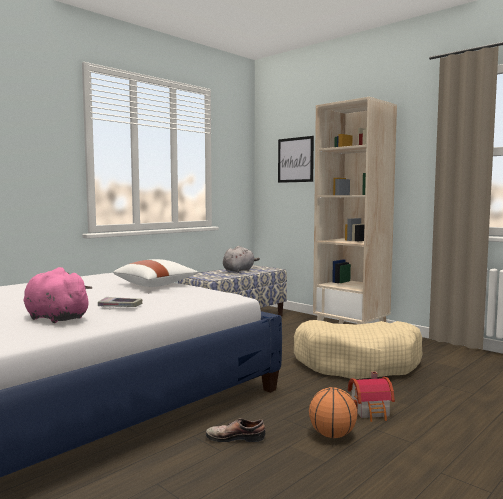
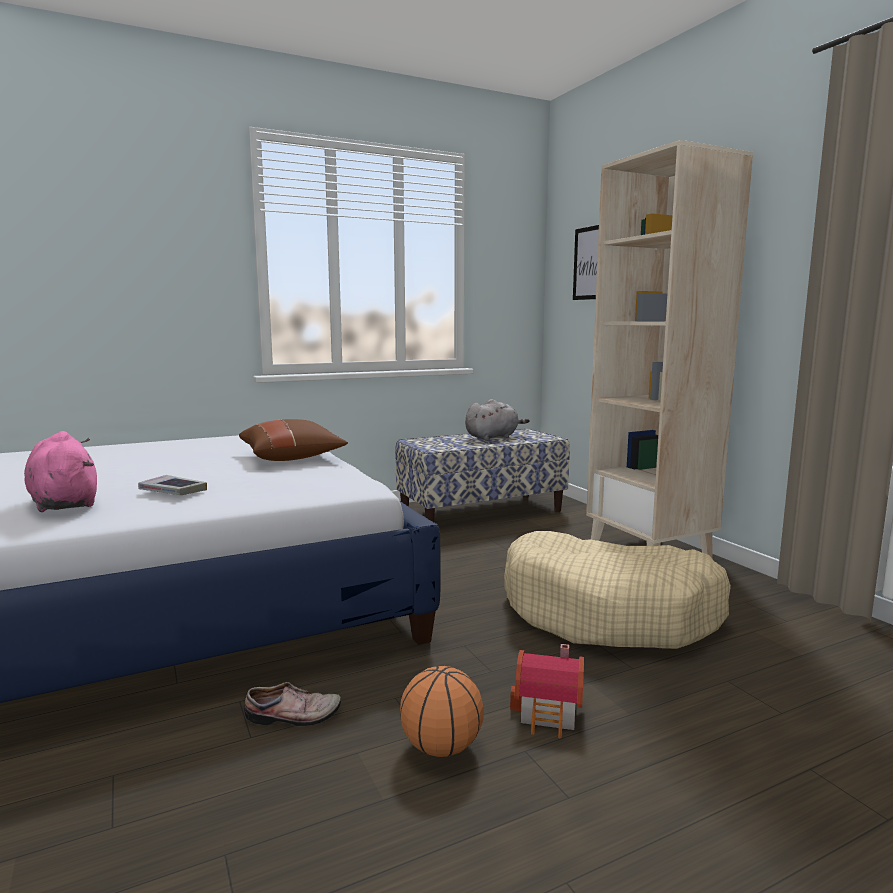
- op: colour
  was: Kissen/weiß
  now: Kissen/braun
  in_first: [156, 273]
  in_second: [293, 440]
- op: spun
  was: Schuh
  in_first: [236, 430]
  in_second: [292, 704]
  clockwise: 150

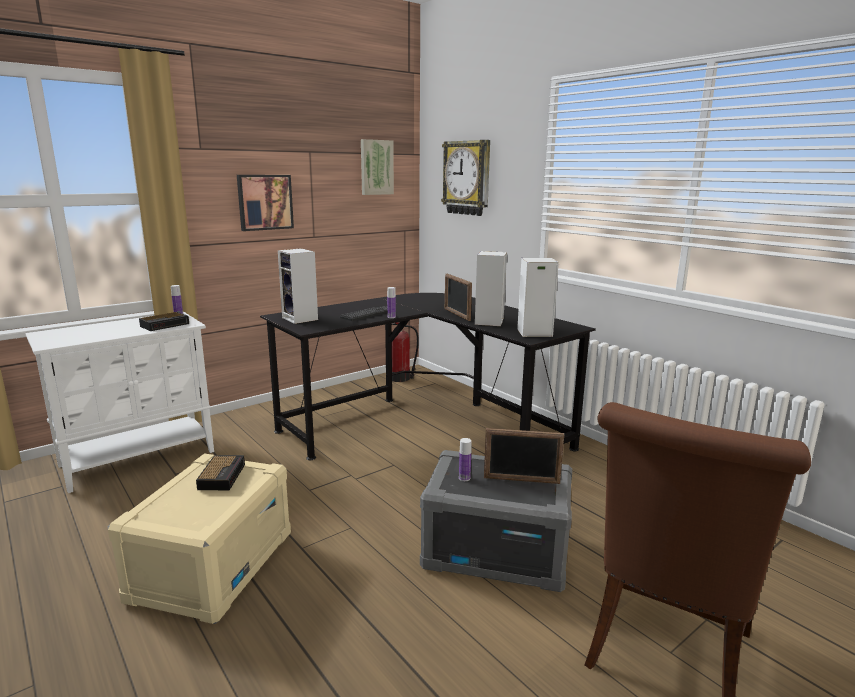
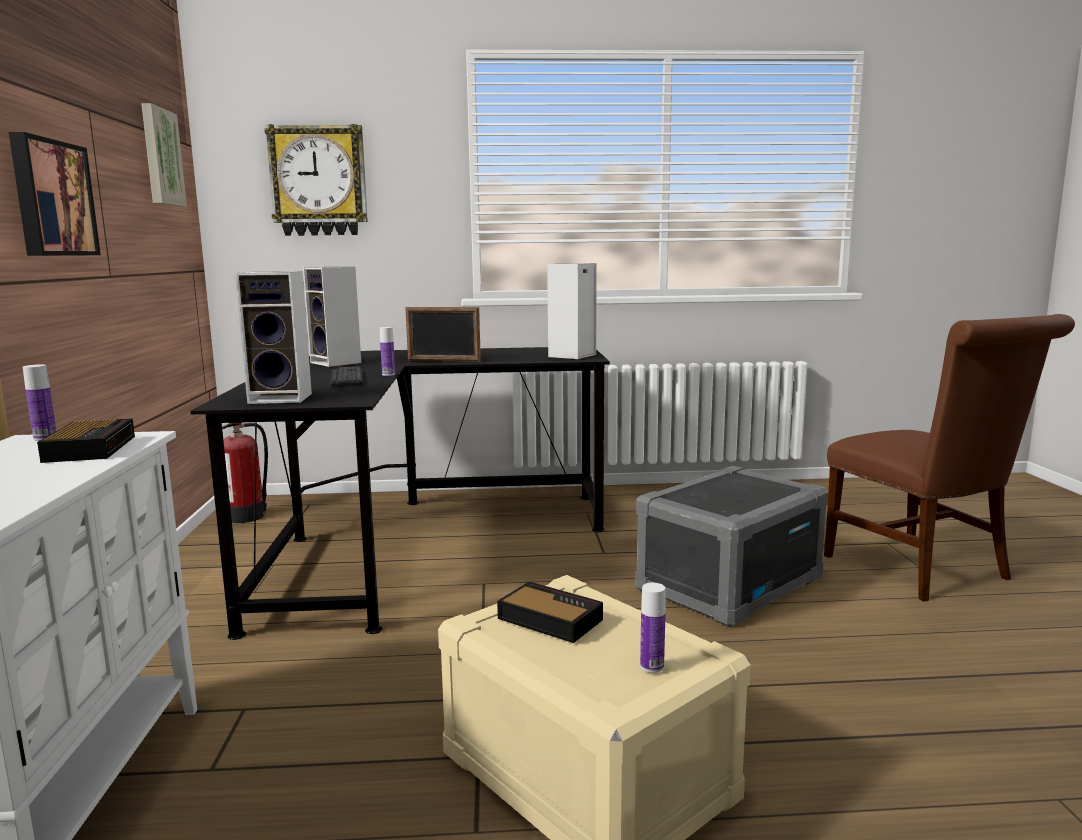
- op: relocated
  was: Lautsprecher
  in_first: [491, 288]
  in_second: [332, 317]
- op: relocated
  was: Flasche
  in_first: [465, 459]
  in_second: [653, 628]
- op: missing
  was: Bilderrahmen
  in_first: [524, 456]

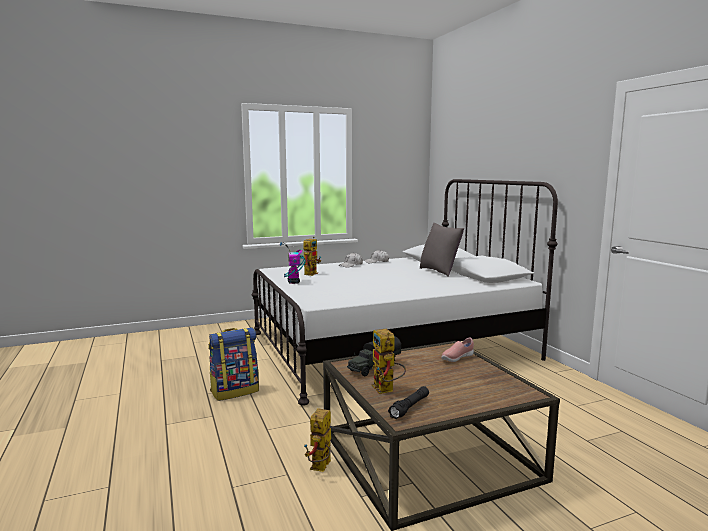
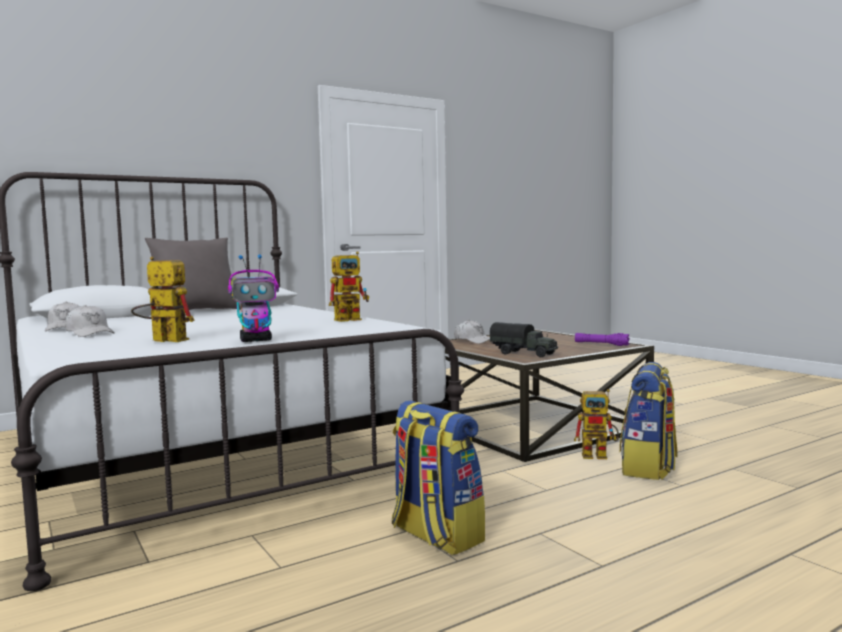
- op: relocated
  was: Spielzeugroboter
  in_first: [388, 361]
  in_second: [349, 286]
- op: exchanged
  was: Schuh/rosa
  now: Kappe/weiß
  in_first: [457, 350]
  in_second: [472, 332]
- op: colour
  was: Taschenlampe/schwarz
  now: Taschenlampe/lila
  in_first: [408, 402]
  in_second: [602, 339]
- op: appeared
  now: Rucksack
  in_second: [648, 421]

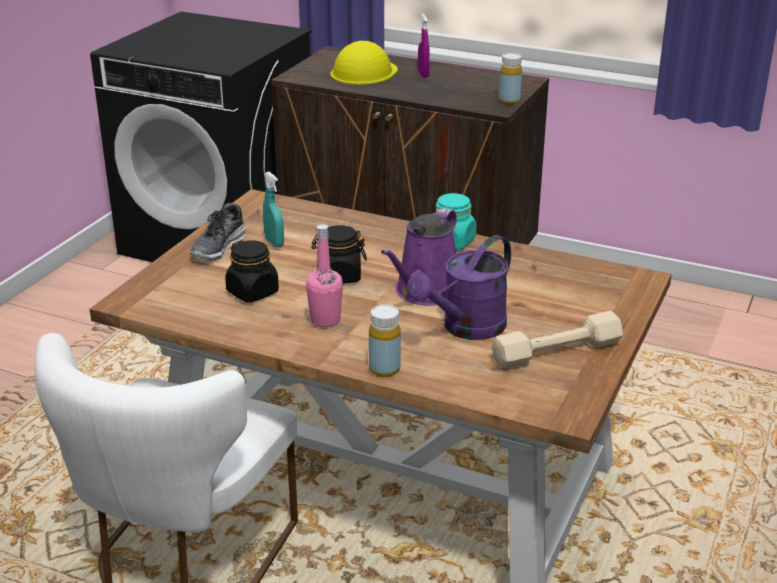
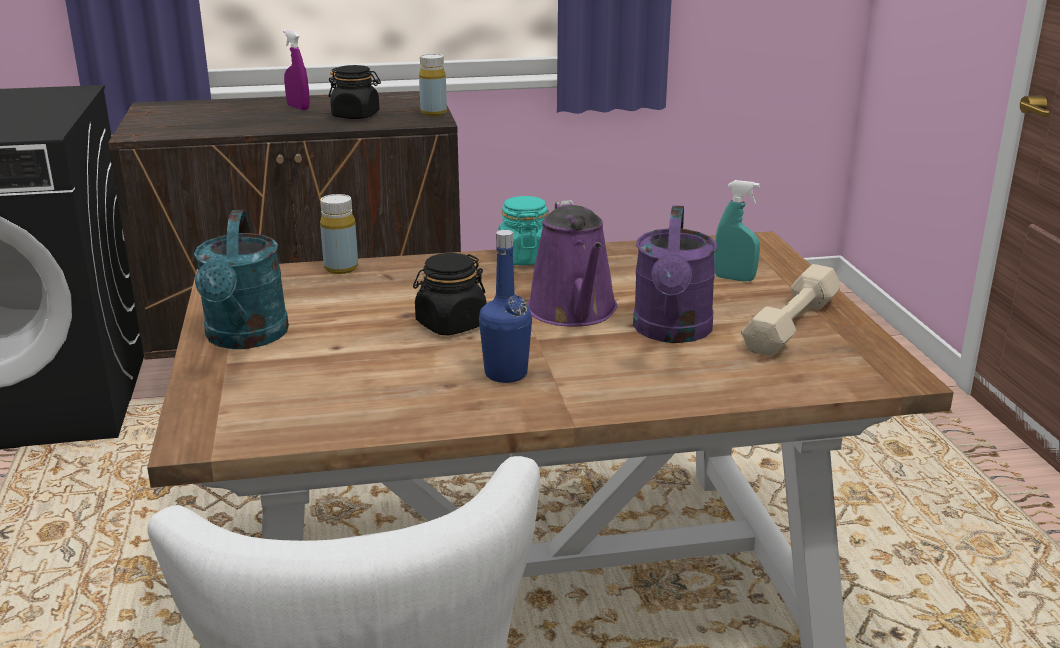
- op: exchanged
  was: Schuh
  now: Gießkanne/türkis
  in_first: [218, 232]
  in_second: [241, 279]
- op: relocated
  was: Flasche/gelb
  in_first: [385, 340]
  in_second: [339, 234]
- op: relocated
  was: Vorratsglas/schwarz
  in_first: [252, 271]
  in_second: [354, 92]
- op: colour
  was: Flasche/rosa
  now: Flasche/blau
  in_first: [324, 275]
  in_second: [505, 306]
- op: relocated
  was: Sprühflasche/türkis
  in_first: [273, 209]
  in_second: [737, 231]
- op: missing
  was: Schutzhelm/gelb
  in_first: [364, 63]

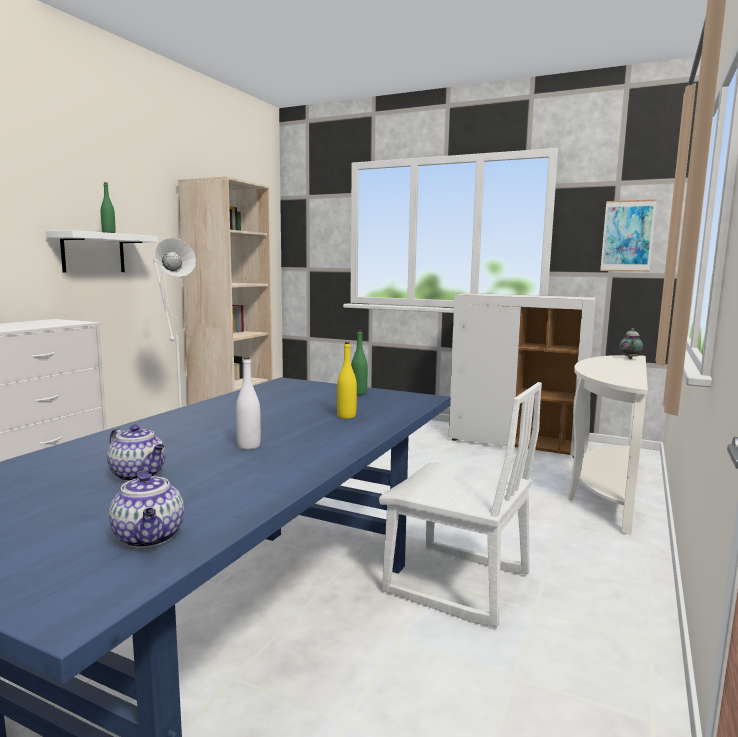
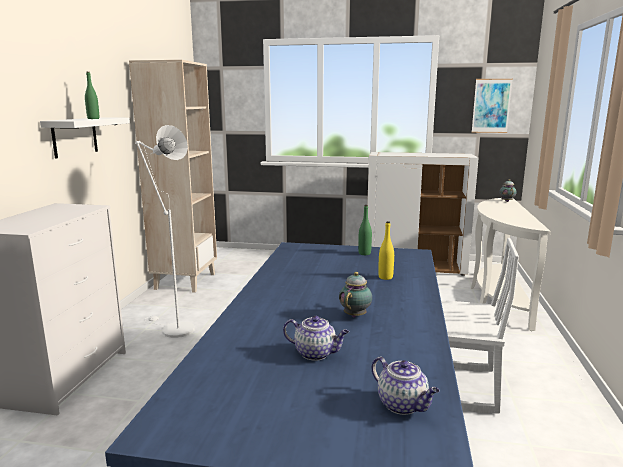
- op: exchanged
  was: Flasche/weiß
  now: Teekanne
  in_first: [248, 403]
  in_second: [355, 294]

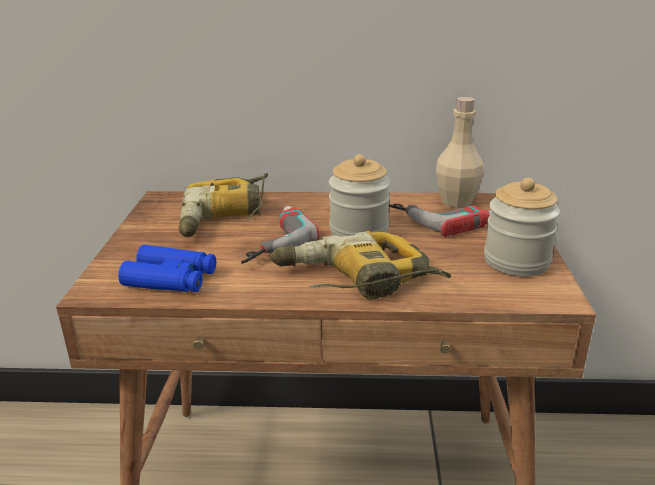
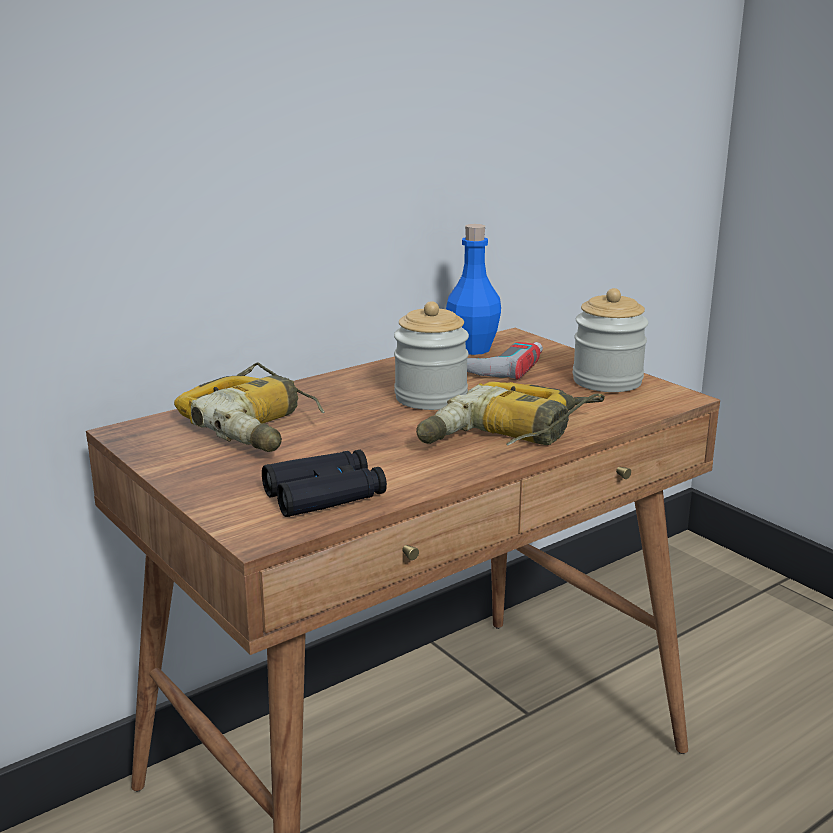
- op: colour
  was: Fernglas/blau
  now: Fernglas/schwarz
  in_first: [167, 268]
  in_second: [324, 483]
- op: colour
  was: Flasche/beige
  now: Flasche/blau
  in_first: [460, 152]
  in_second: [473, 289]
- op: missing
  was: Bohrmaschine
  in_first: [280, 235]

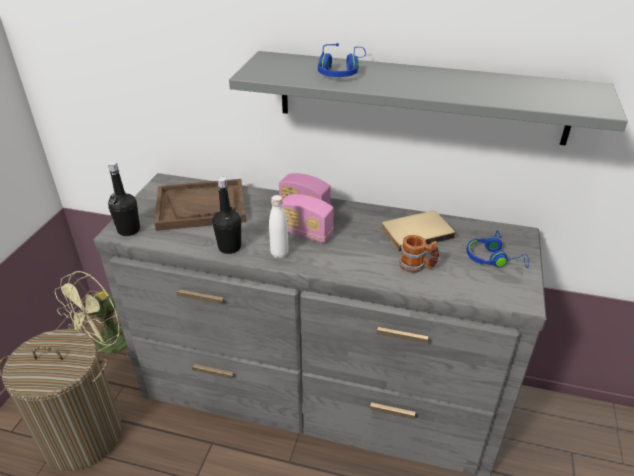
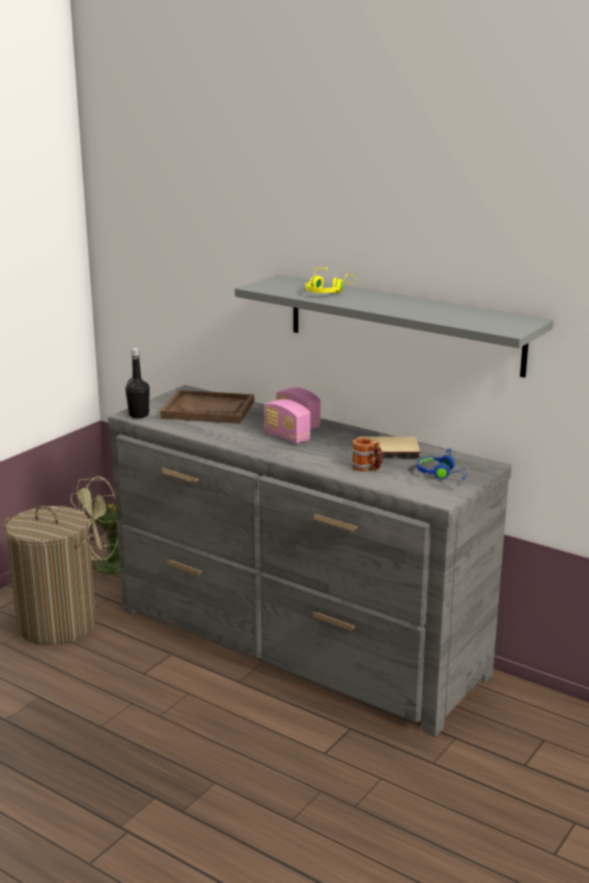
- op: colour
  was: Kopfhörer/blau
  now: Kopfhörer/gelb
  in_first: [342, 60]
  in_second: [330, 280]
- op: missing
  was: Flasche/schwarz
  in_first: [226, 215]
- op: missing
  was: Flasche/weiß
  in_first: [279, 227]

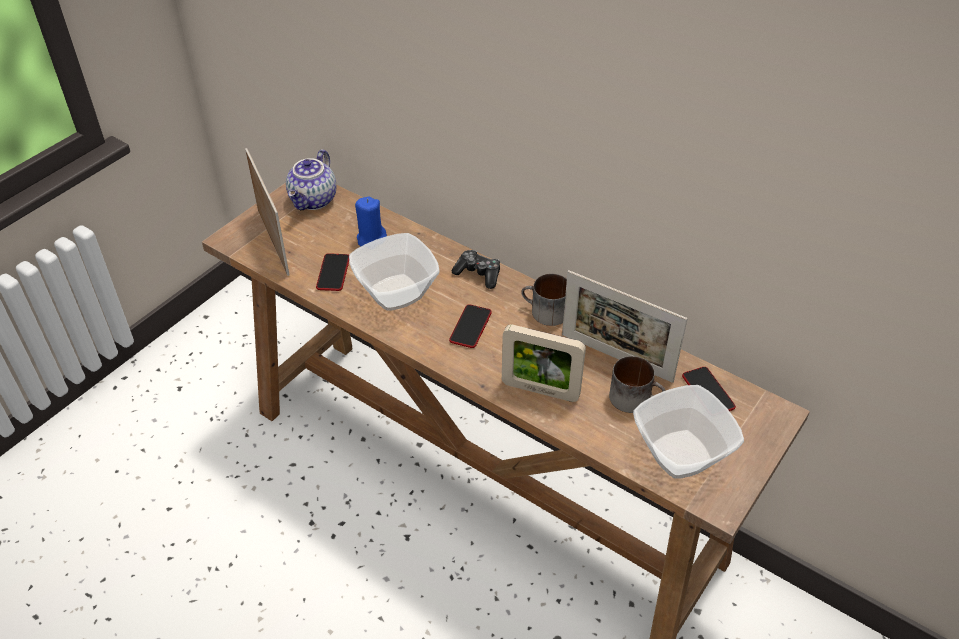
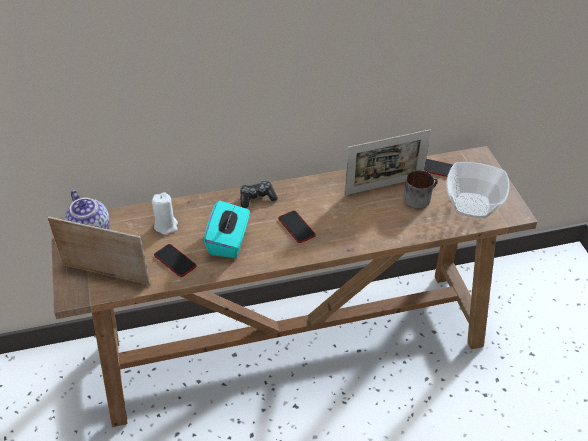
- op: colour
  was: Kerze/blau
  now: Kerze/weiß
  in_first: [371, 221]
  in_second: [165, 213]
- op: exchanged
  was: Schüssel
  now: Taschentuchbox/türkis
  in_first: [394, 272]
  in_second: [227, 229]
- op: missing
  was: Bilderrahmen
  in_first: [544, 363]
- op: missing
  was: Henkelbecher
  in_first: [544, 300]

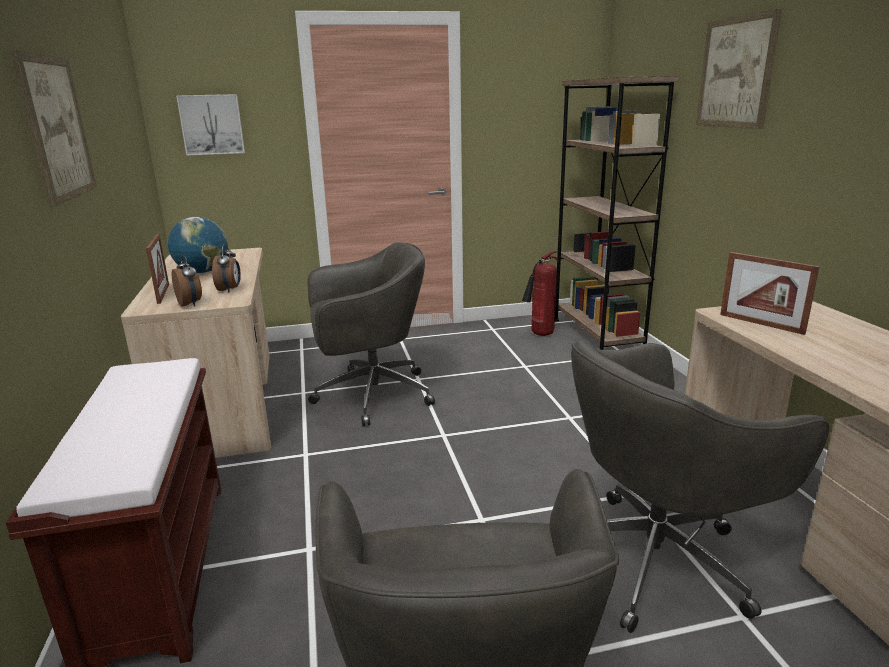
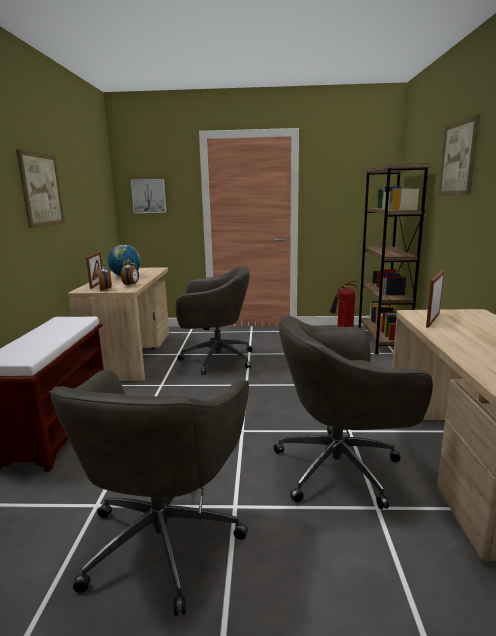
- op: spun
  was: Bilderrahmen
  in_first: [770, 293]
  in_second: [435, 299]
  clockwise: 60

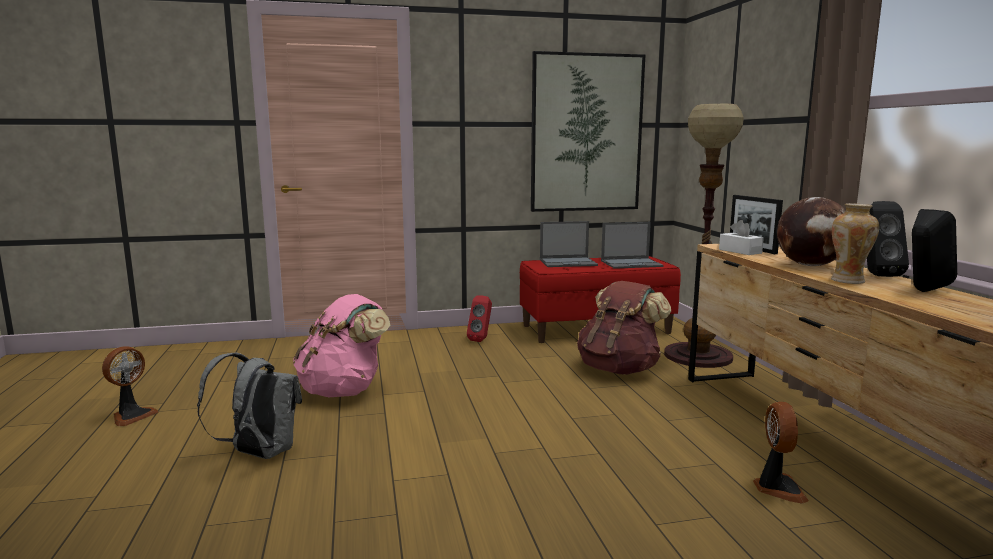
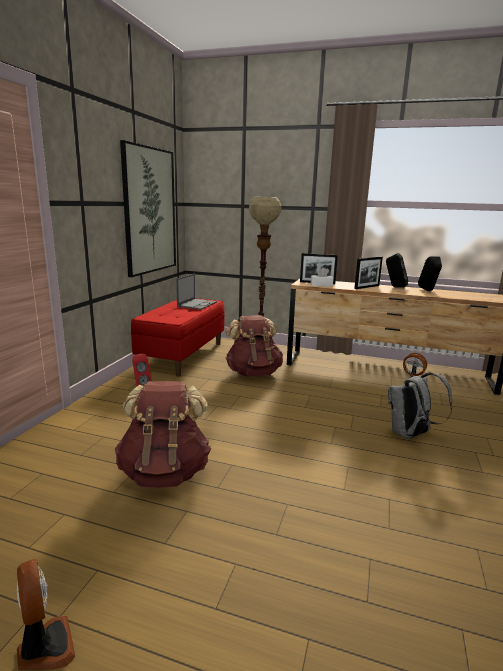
- op: colour
  was: Rucksack/rosa
  now: Rucksack/braun
  in_first: [341, 345]
  in_second: [163, 434]
- op: exchanged
  was: Globus
  now: Bilderrahmen
  in_first: [811, 231]
  in_second: [368, 273]
- op: relocated
  was: Rucksack/grau
  in_first: [249, 406]
  in_second: [420, 406]
- op: missing
  was: Laptop
  in_first: [569, 244]
- op: missing
  was: Vase
  in_first: [855, 243]

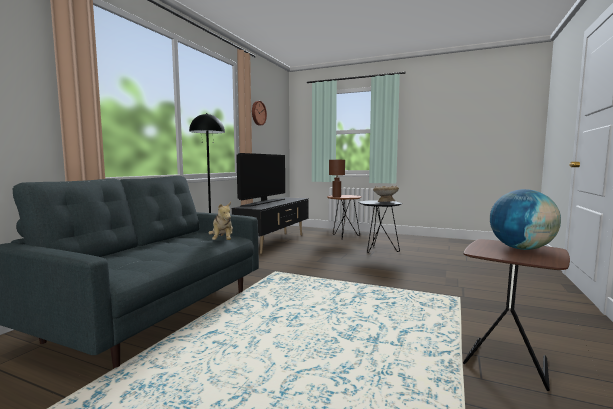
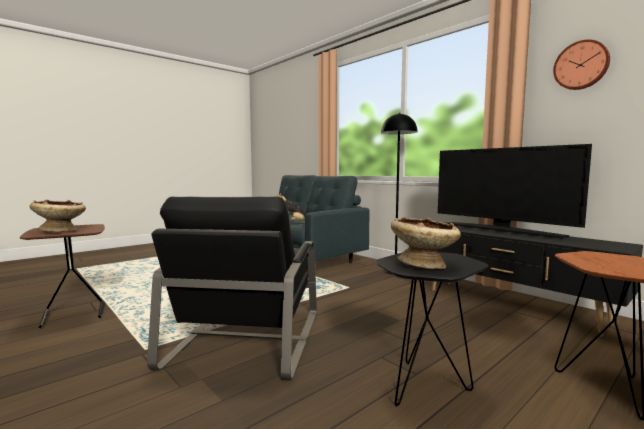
- op: exchanged
  was: Globus
  now: Schüssel/beige
  in_first: [525, 219]
  in_second: [58, 215]
- op: appeared
  now: Sessel/schwarz
  in_second: [232, 288]
- op: missing
  was: Tischlampe/braun
  in_first: [337, 178]

